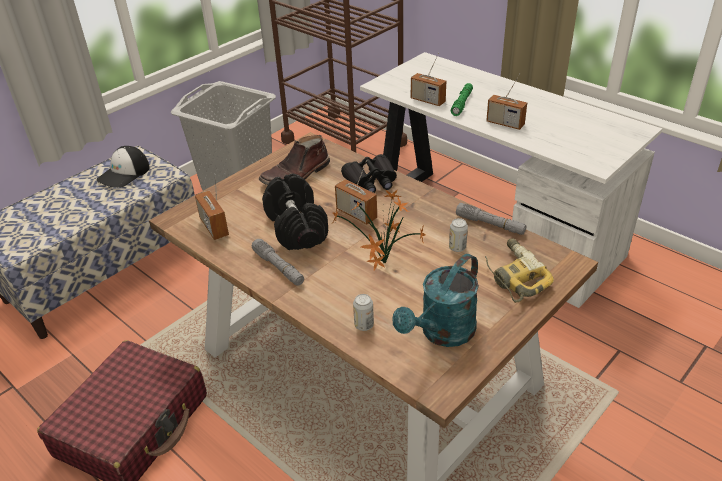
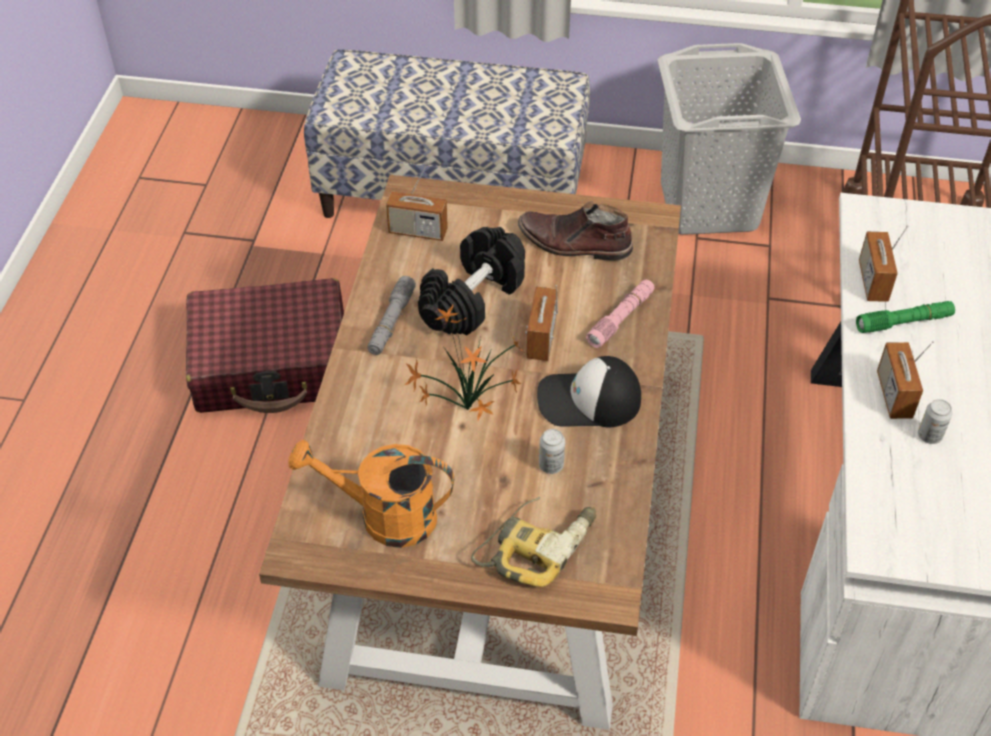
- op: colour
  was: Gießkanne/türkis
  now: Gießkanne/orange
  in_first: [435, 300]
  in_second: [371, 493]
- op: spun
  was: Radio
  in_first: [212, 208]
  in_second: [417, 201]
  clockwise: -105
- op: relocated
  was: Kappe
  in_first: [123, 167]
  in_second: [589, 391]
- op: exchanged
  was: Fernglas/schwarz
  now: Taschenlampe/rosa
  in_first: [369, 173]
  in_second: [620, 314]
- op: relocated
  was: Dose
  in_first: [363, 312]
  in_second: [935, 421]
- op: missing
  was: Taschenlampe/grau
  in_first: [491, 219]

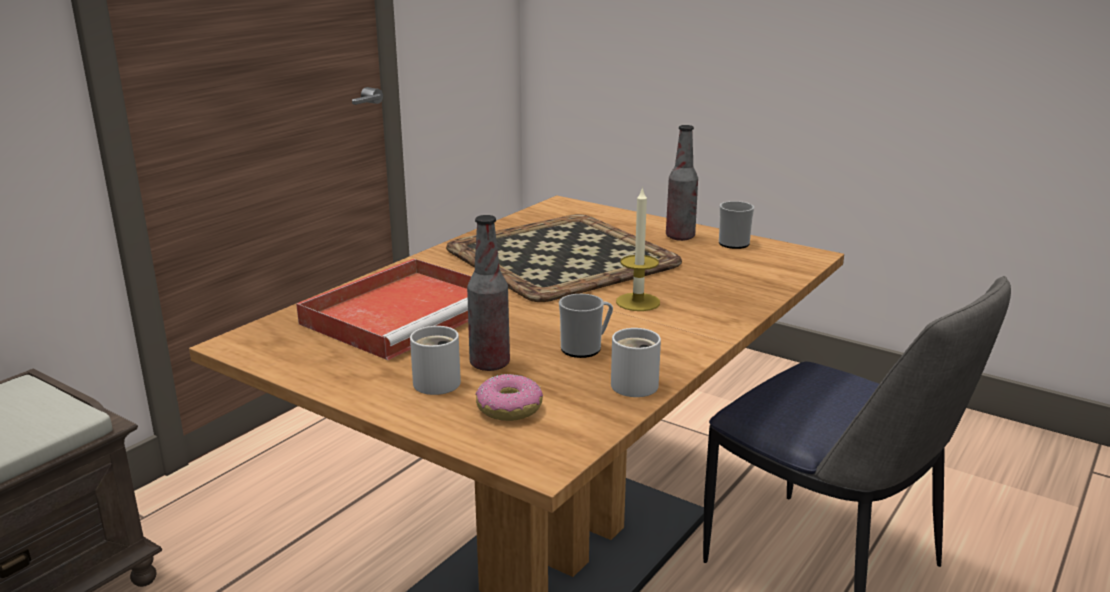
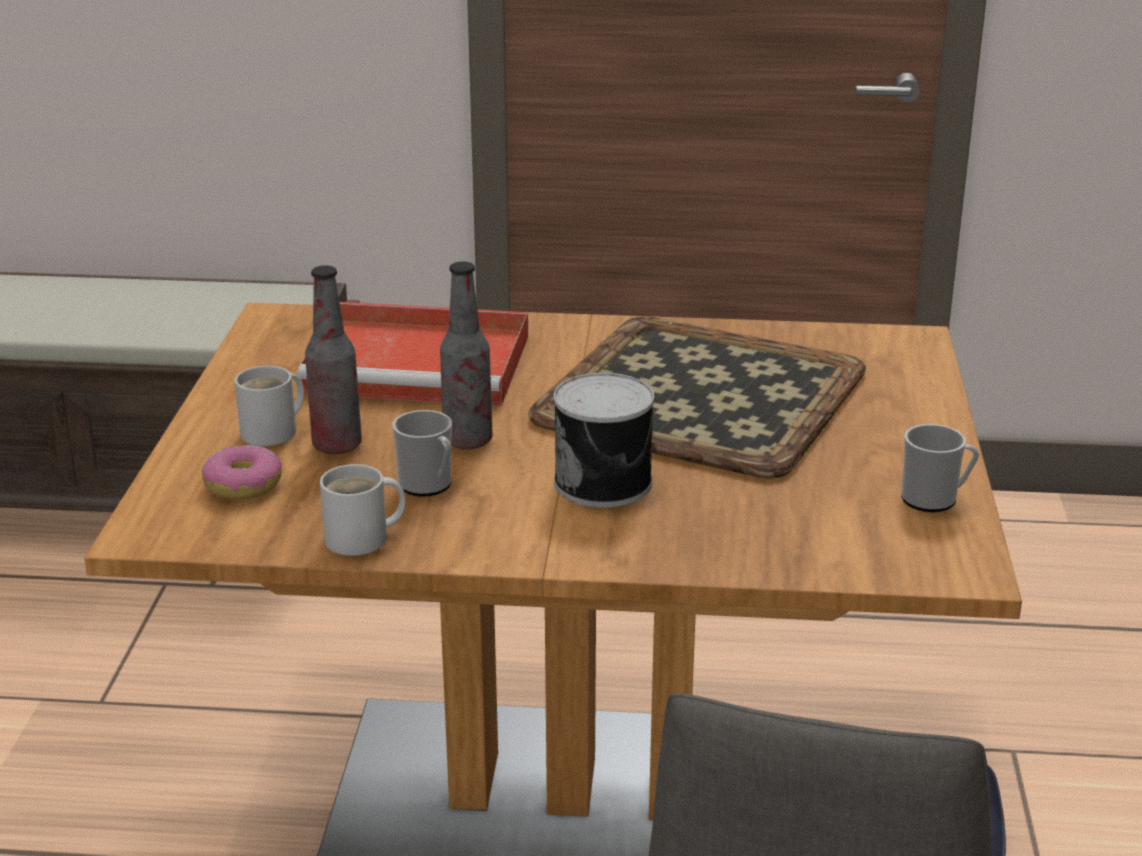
- op: relocated
  was: Flasche
  in_first: [682, 183]
  in_second: [466, 355]
- op: exchanged
  was: Kerze
  now: Dose
  in_first: [638, 248]
  in_second: [604, 440]

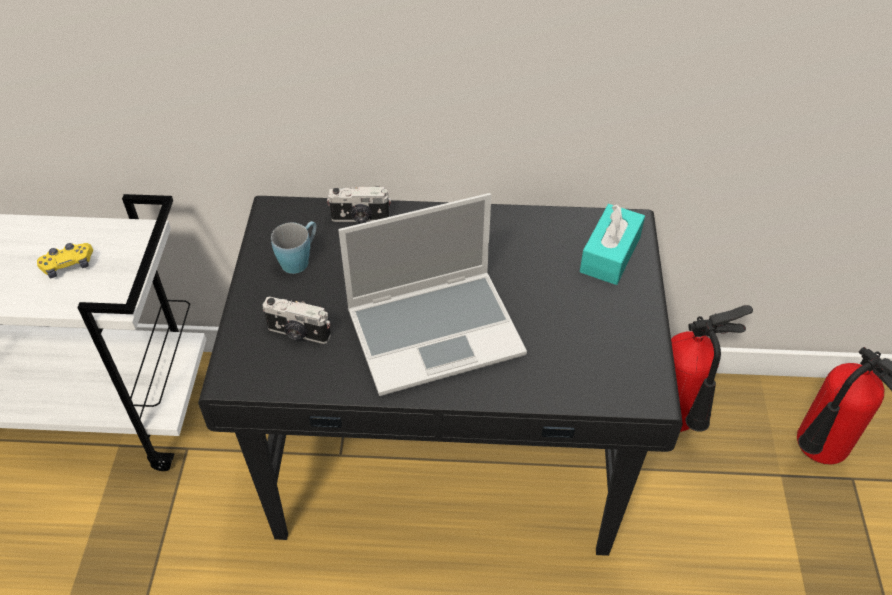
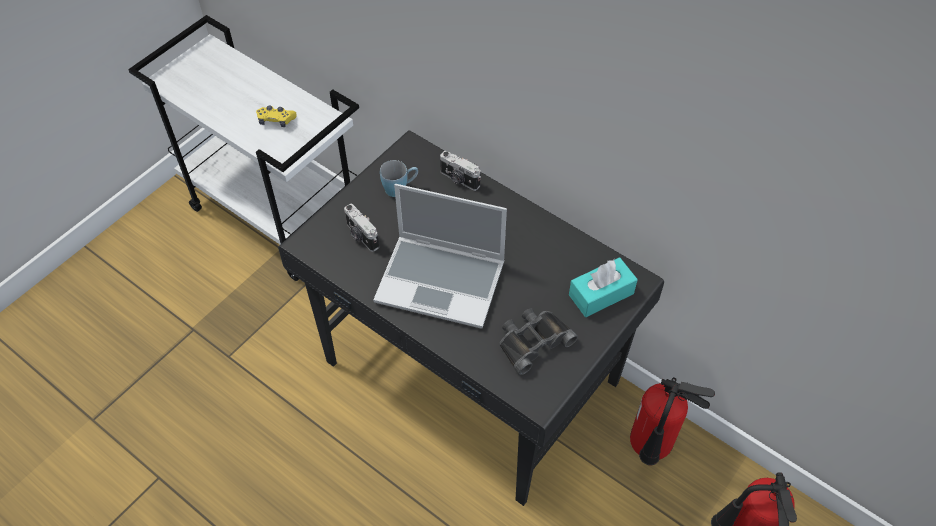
- op: appeared
  now: Fernglas/schwarz
  in_second: [538, 341]

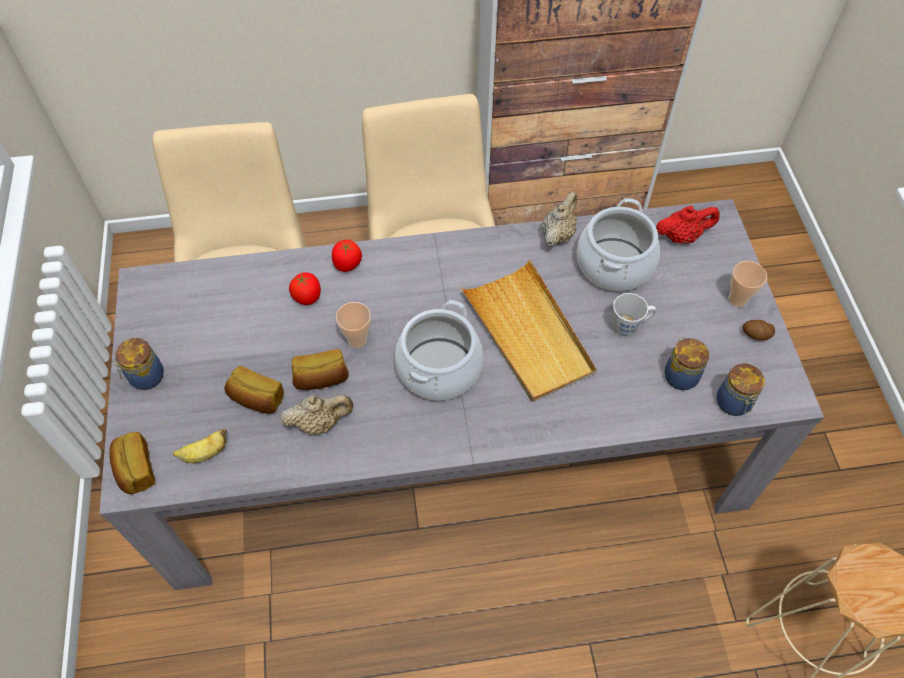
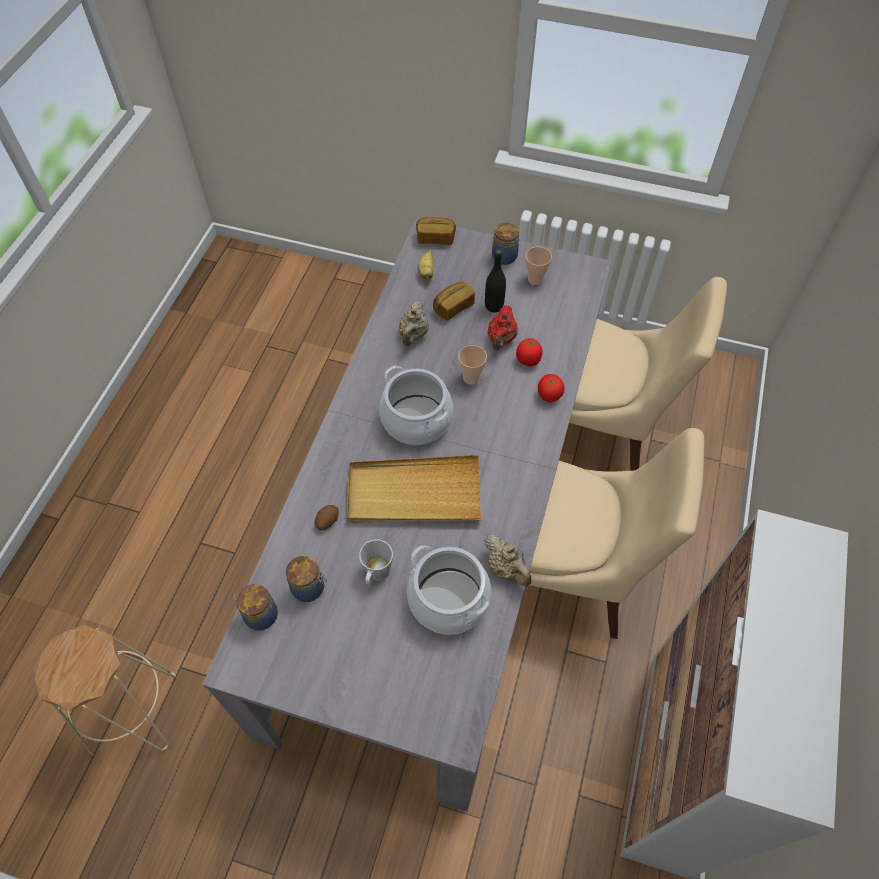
- op: relocated
  was: Kartoffel
  in_first: [759, 330]
  in_second: [327, 518]
- op: appeared
  now: Flasche/schwarz
  in_second: [495, 281]
- op: relocated
  was: Teekanne/rot
  in_first: [688, 224]
  in_second: [502, 327]
- op: relocated
  was: Tasse
  in_first: [748, 284]
  in_second: [538, 266]
- op: missing
  was: Brot
  in_first: [320, 369]

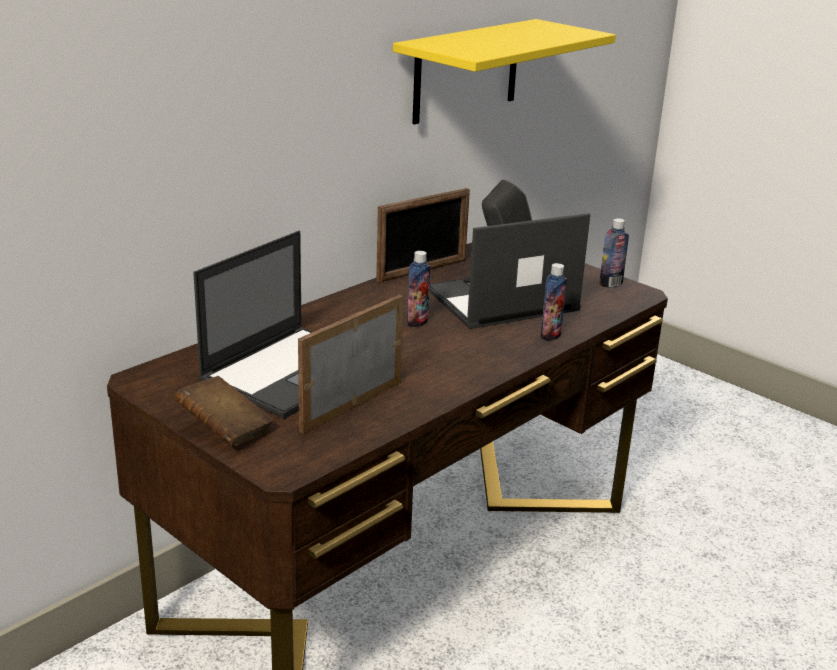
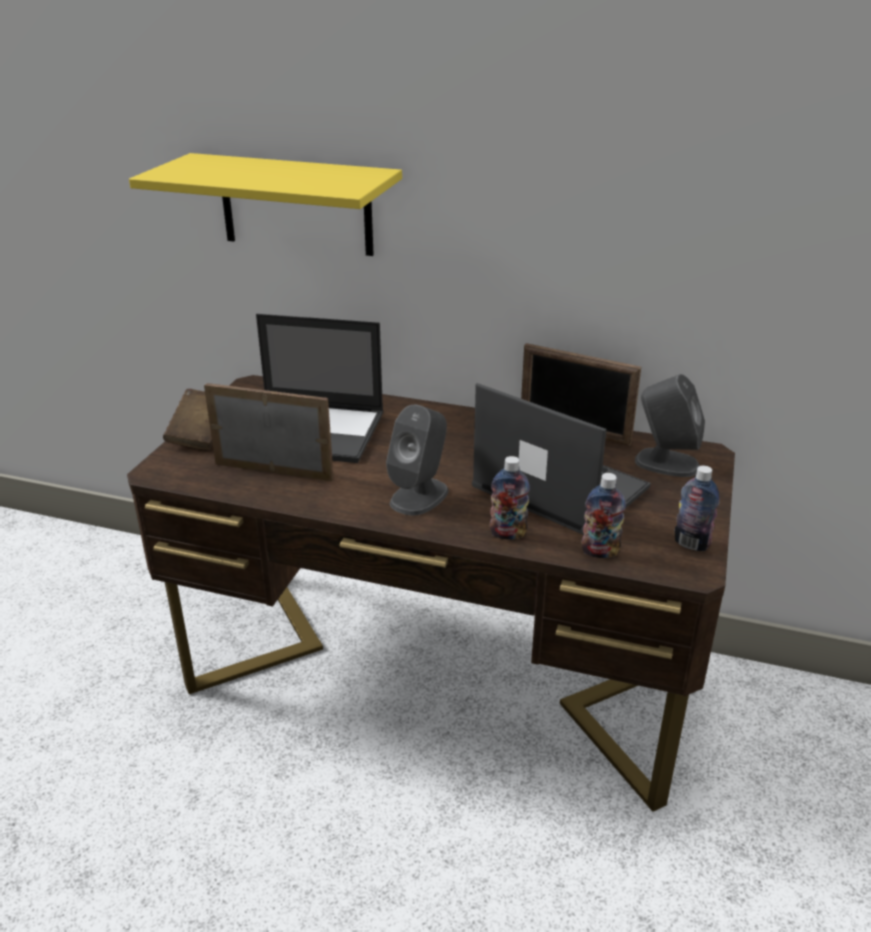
- op: relocated
  was: Wandregal/gelb
  in_first: [504, 71]
  in_second: [265, 204]
- op: appeared
  now: Lautsprecher/grau
  in_second: [417, 460]
- op: relocated
  was: Flasche
  in_first: [419, 289]
  in_second: [603, 515]

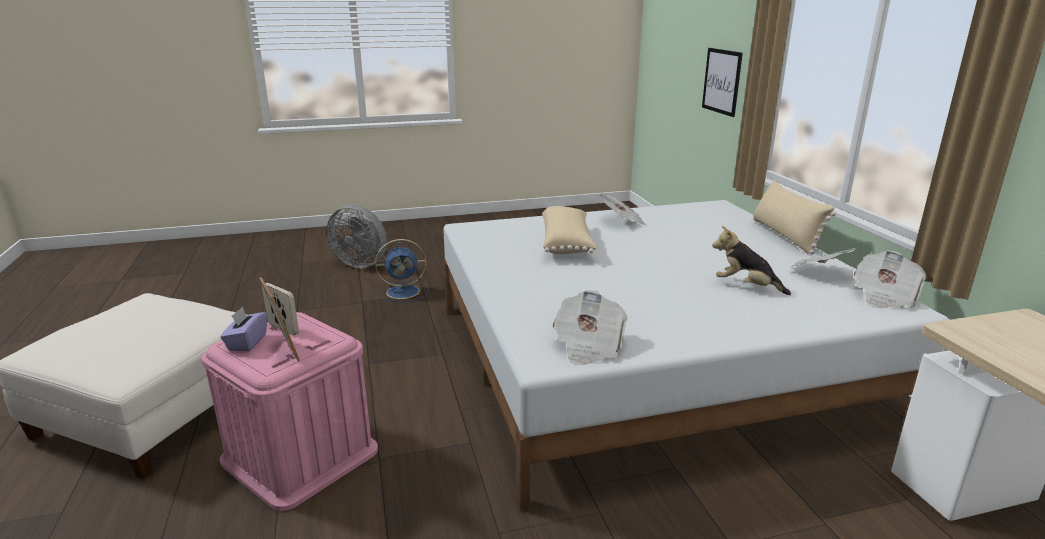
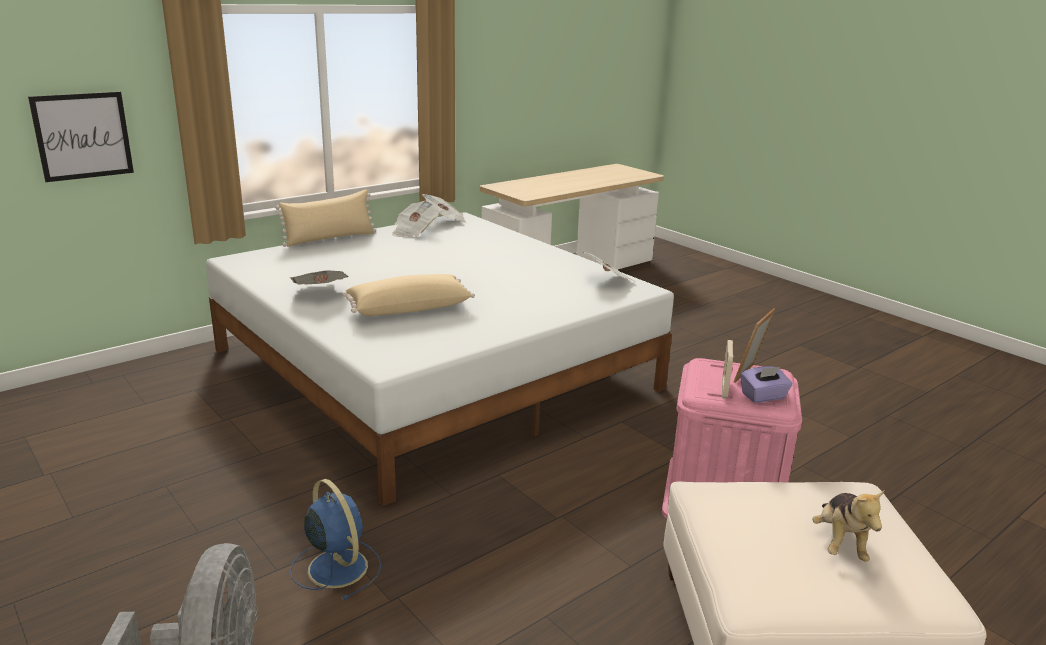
- op: relocated
  was: Plüschtier
  in_first: [751, 260]
  in_second: [848, 525]

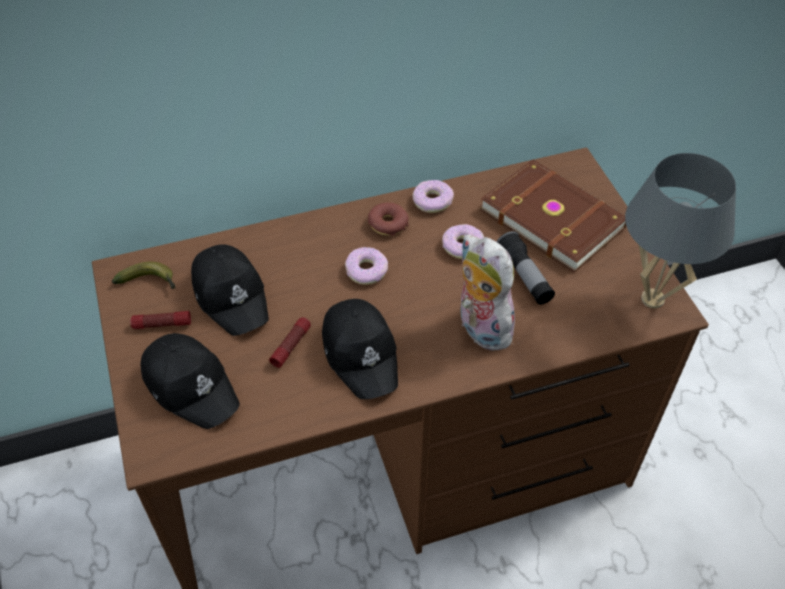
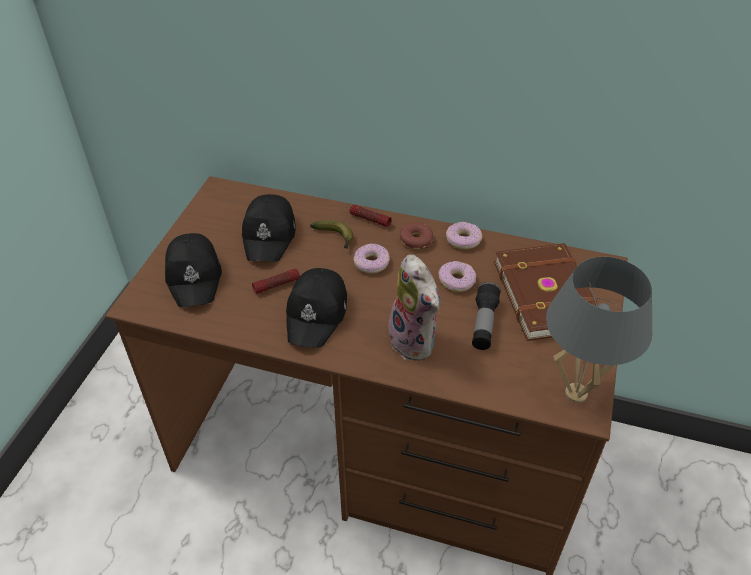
- op: relocated
  was: Banane
  in_first: [144, 275]
  in_second: [331, 234]
- op: relocated
  was: Taschenlampe
  in_first: [160, 320]
  in_second: [371, 216]
- op: spun
  was: Plüschtier
  in_first: [487, 293]
  in_second: [414, 307]
  clockwise: 150

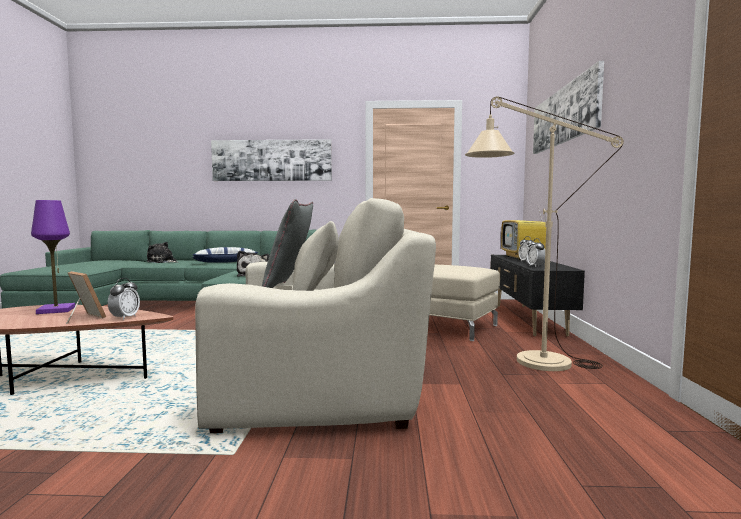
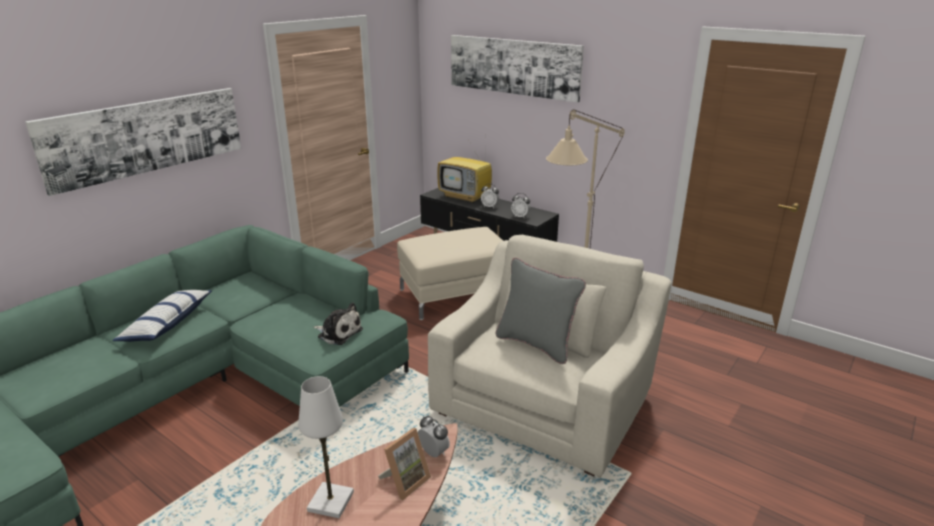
- op: colour
  was: Tischlampe/lila
  now: Tischlampe/weiß
  in_first: [53, 257]
  in_second: [326, 447]
- op: spun
  was: Bilderrahmen
  in_first: [86, 297]
  in_second: [404, 464]
  clockwise: 150
- op: missing
  was: Plüschtier
  in_first: [161, 252]

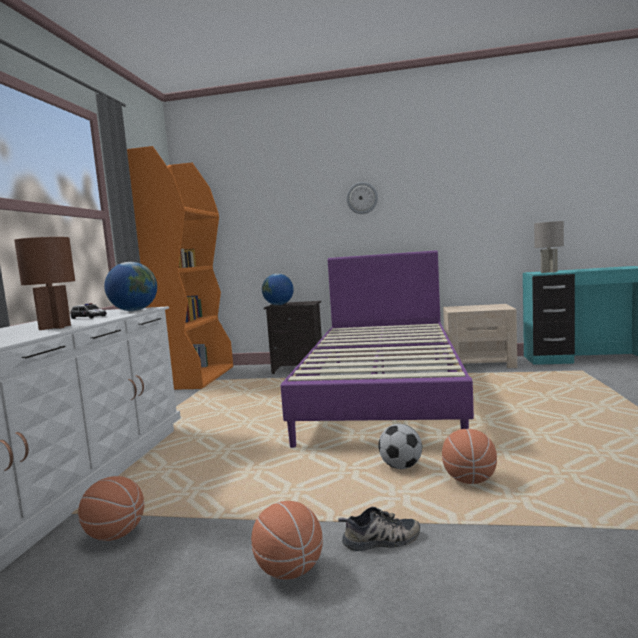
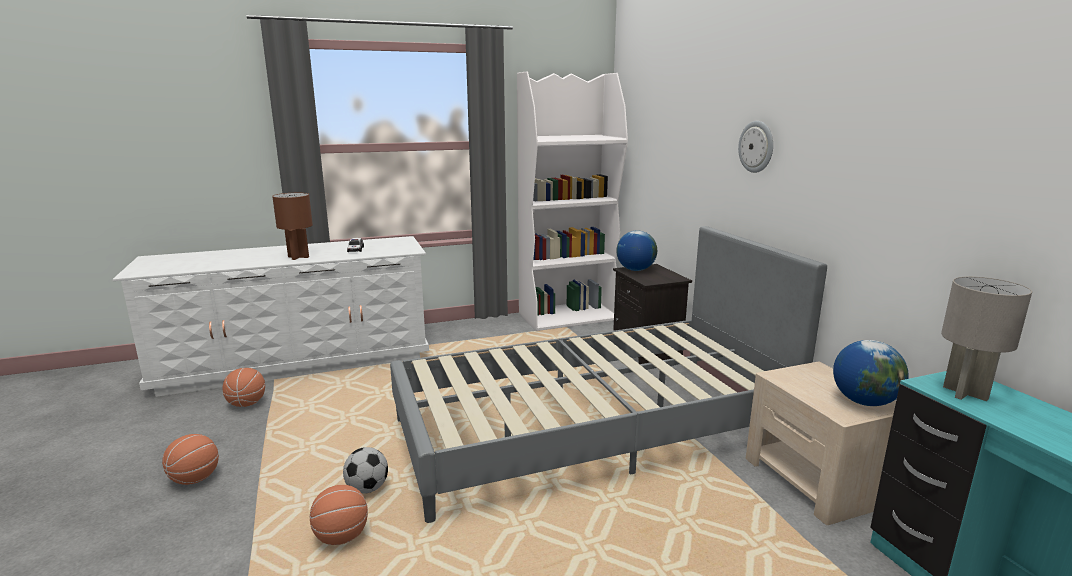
- op: colour
  was: Bett/lila
  now: Bett/grau
  in_first: [377, 349]
  in_second: [608, 374]
- op: colour
  was: Bücherregal/orange
  now: Bücherregal/weiß
  in_first: [180, 268]
  in_second: [572, 201]
- op: relocated
  was: Globus
  in_first: [130, 286]
  in_second: [871, 373]
- op: missing
  was: Schuh
  in_first: [379, 529]

